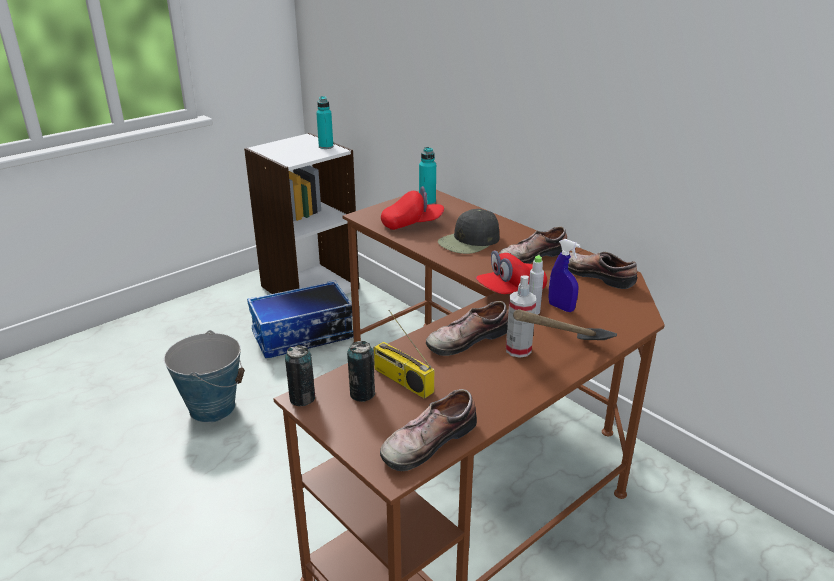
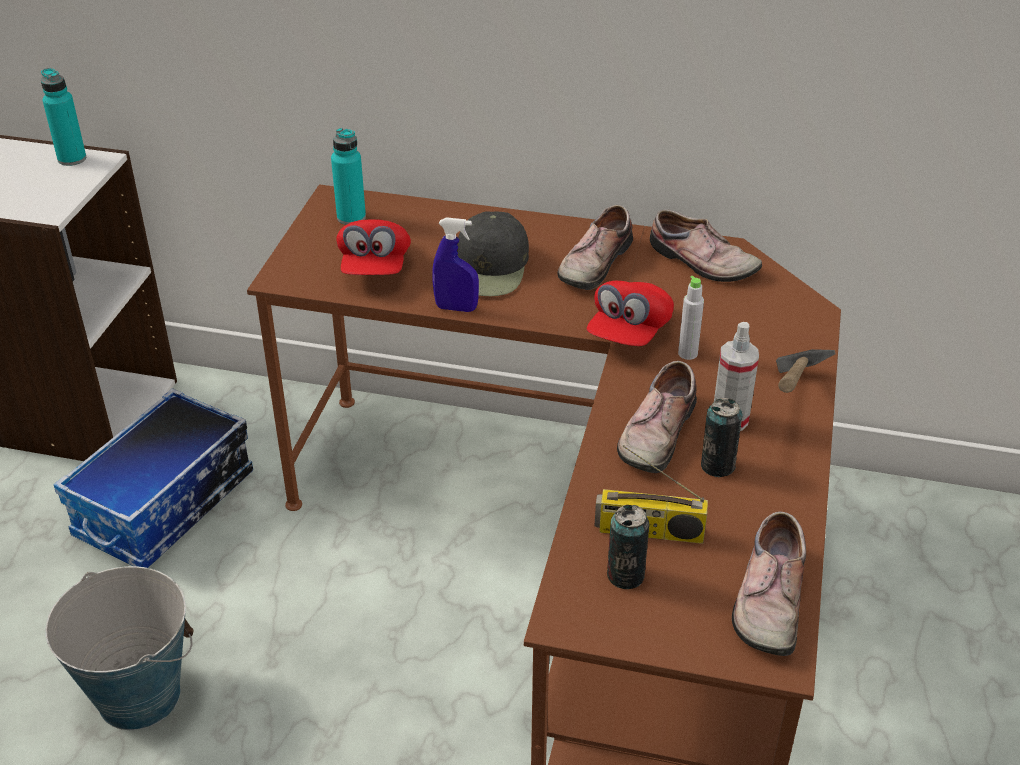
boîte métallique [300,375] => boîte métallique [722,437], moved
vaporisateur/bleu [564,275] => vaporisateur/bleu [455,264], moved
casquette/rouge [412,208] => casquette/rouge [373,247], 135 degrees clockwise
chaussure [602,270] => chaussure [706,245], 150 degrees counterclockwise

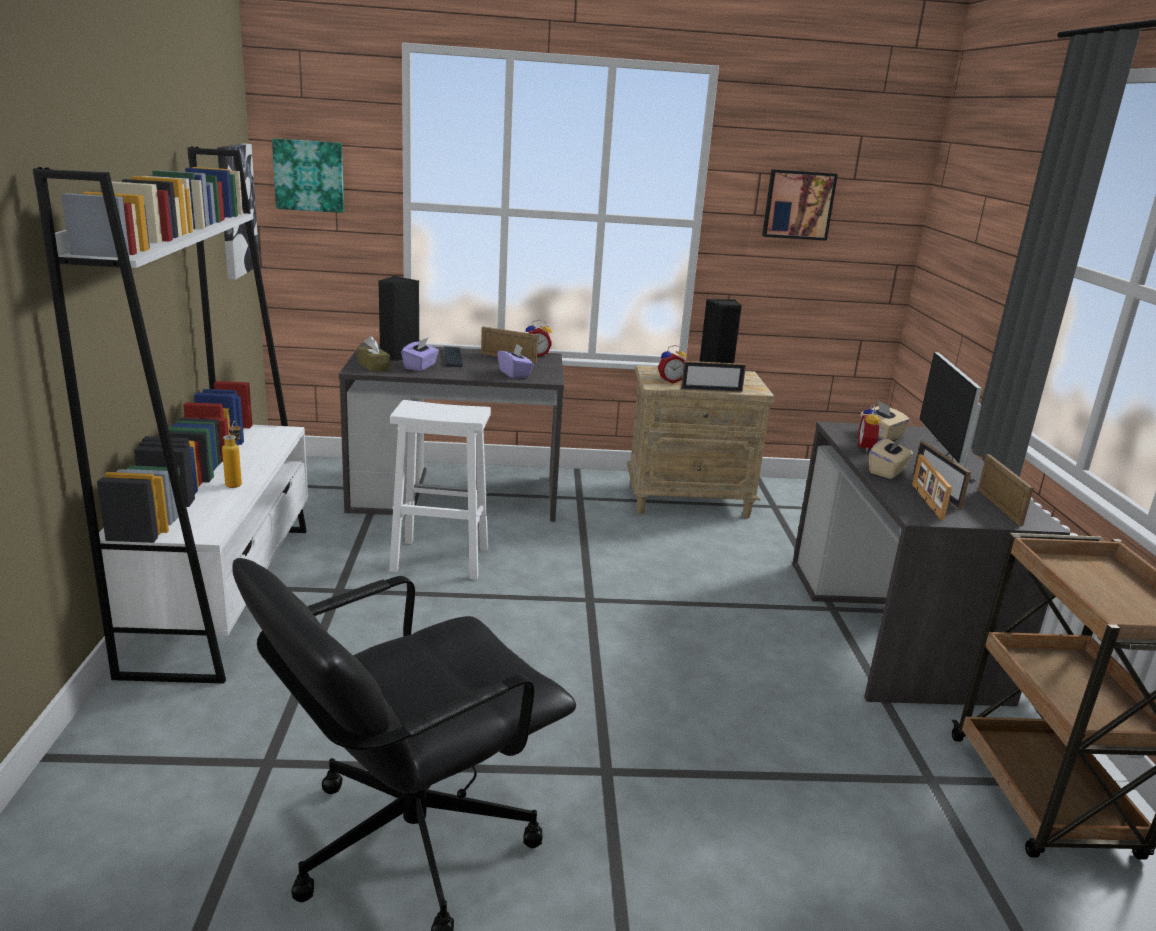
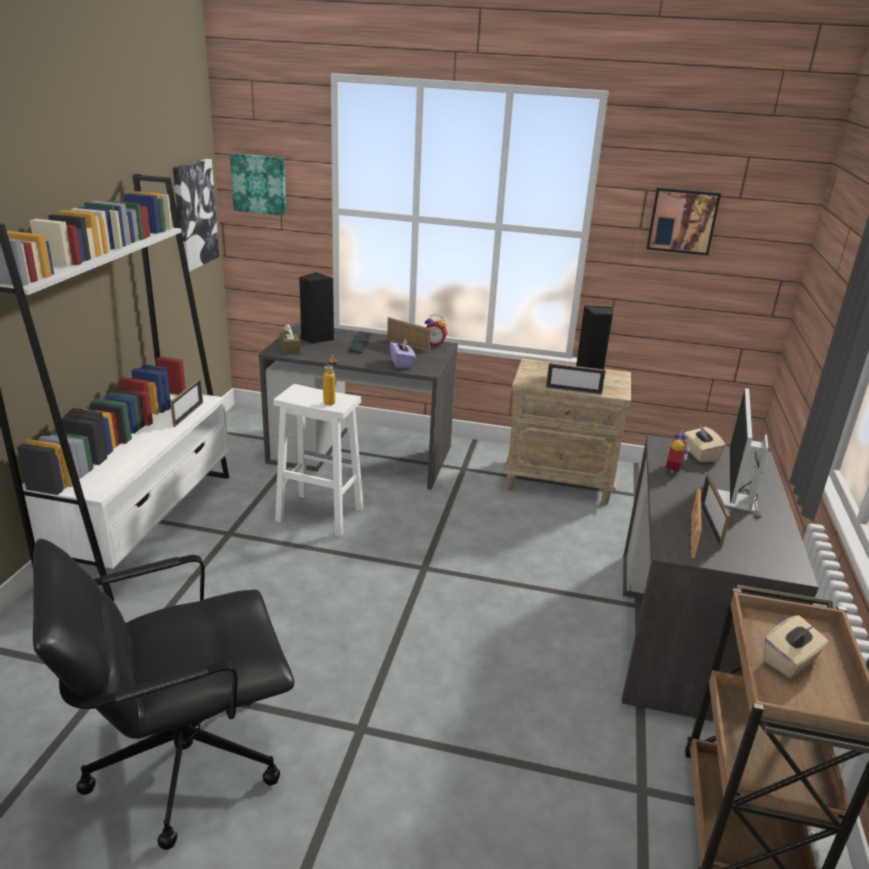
boîte à mouchoirs/violet [420,354] => nothing
réveil [672,364] => nothing
bouteille [232,454] => bouteille [330,380], moved
boîte à mouchoirs/beige [891,458] => boîte à mouchoirs/beige [796,646], moved
cadre photo [1006,490] => cadre photo [186,403], moved

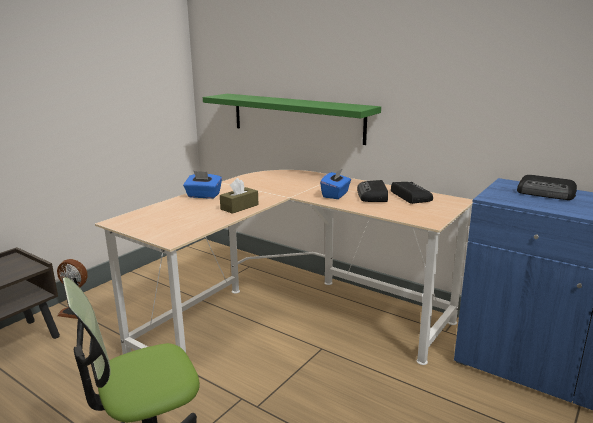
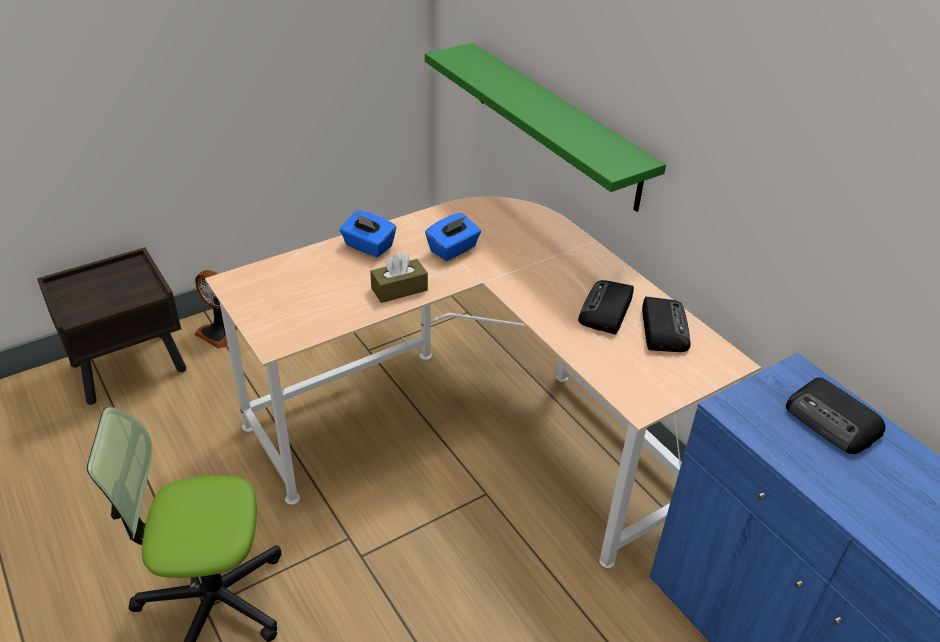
boîte à mouchoirs/bleu [335,183] => boîte à mouchoirs/bleu [453,237], moved

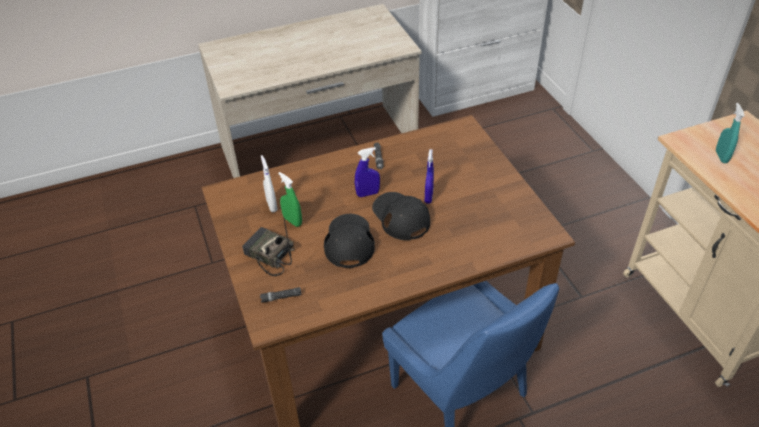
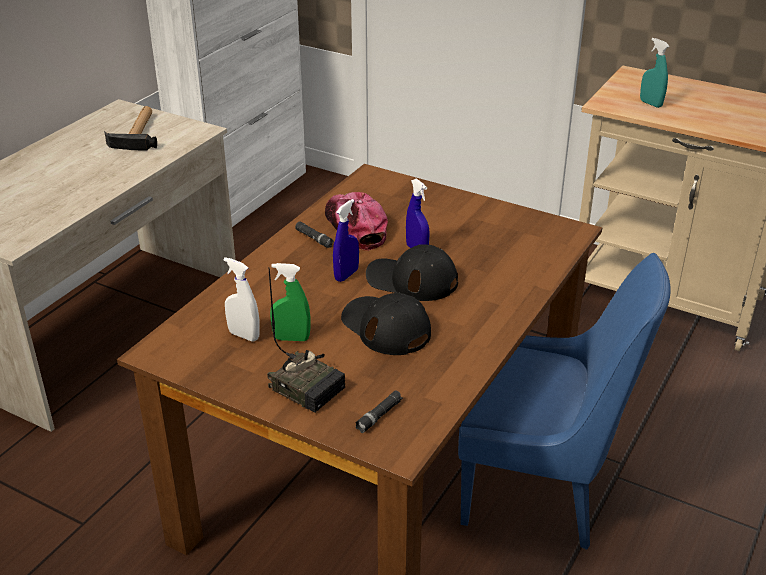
nothing => marteau [130,128]
nothing => casquette [356,221]
radio [268,247] => radio [306,340], 135 degrees counterclockwise

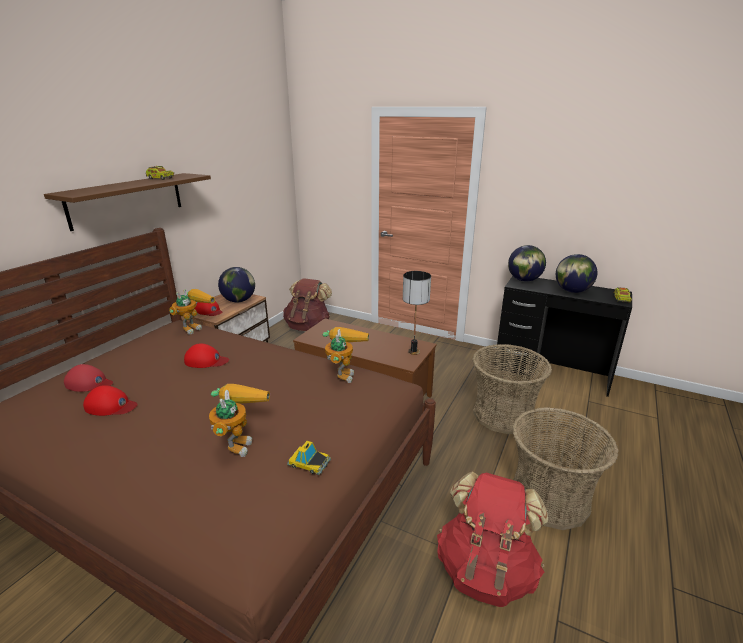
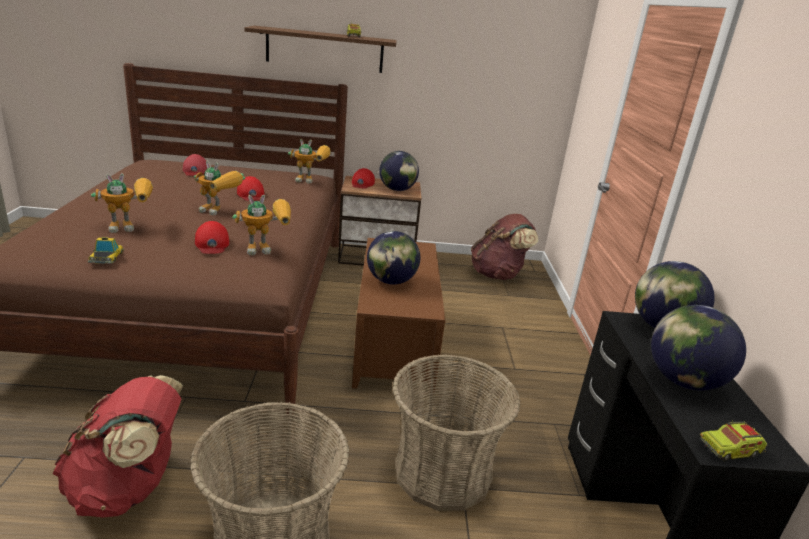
lampe de table [417,313] => nothing
nothing => robot jouet [219,188]
nothing => globe [393,258]
casquette/rouge [110,400] => casquette/rouge [212,237], moved

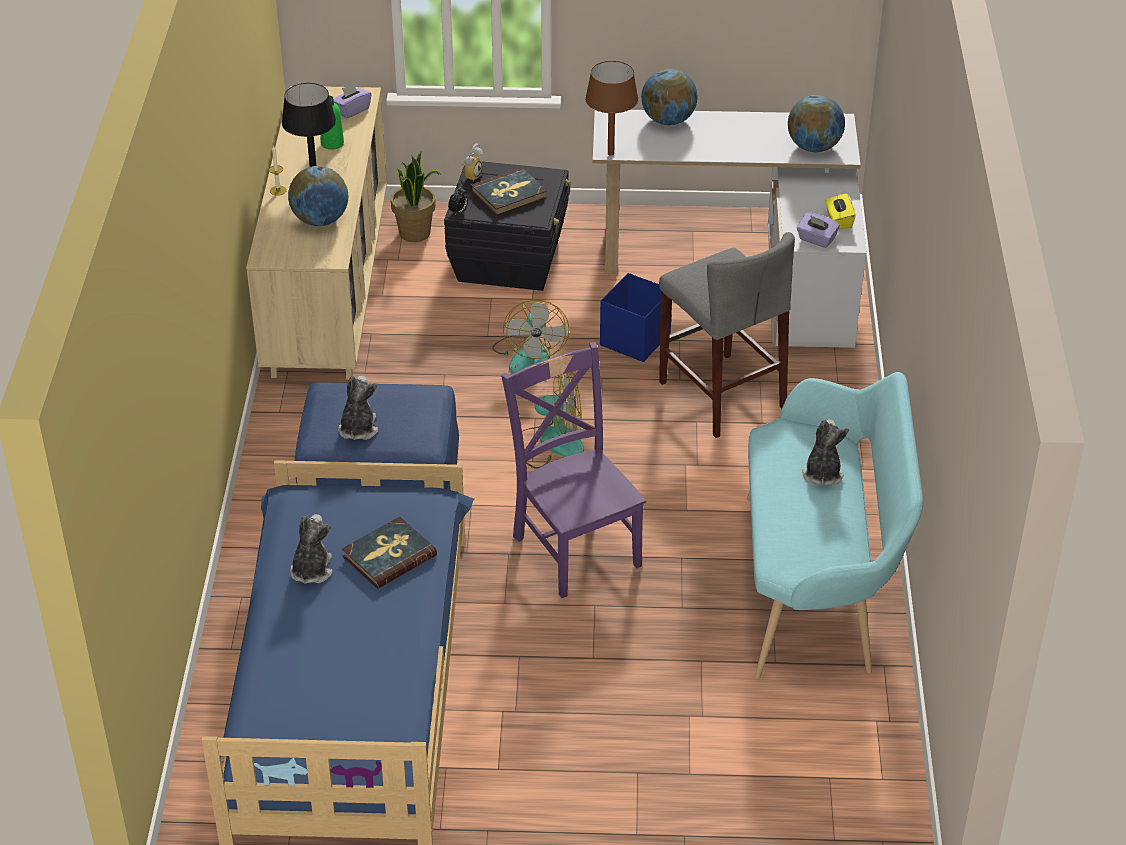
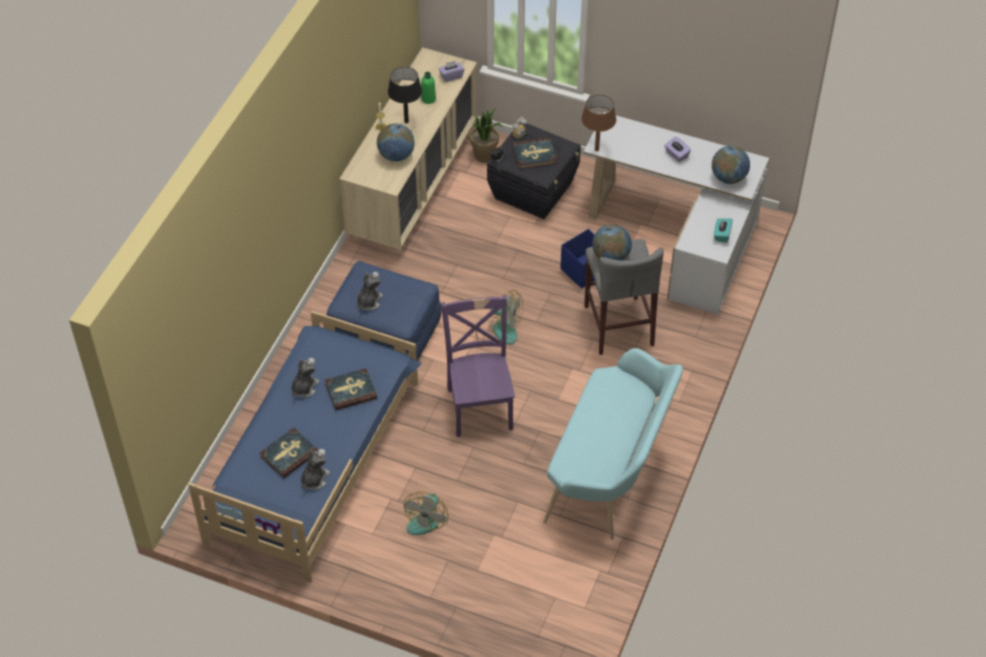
nothing => livre [289,453]
ventilateur [530,337] => ventilateur [426,513], moved
globe [669,97] => globe [612,242], moved
boîte à mouchoirs/violet [818,230] => boîte à mouchoirs/violet [678,149], moved
peluche [825,452] => peluche [315,469], moved
boîte à mouchoirs/jaune [840,211] => boîte à mouchoirs/turquoise [723,230]

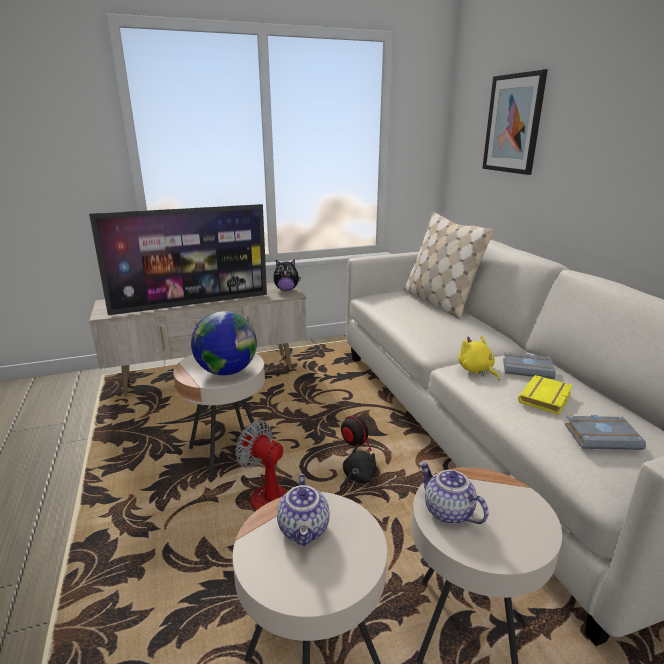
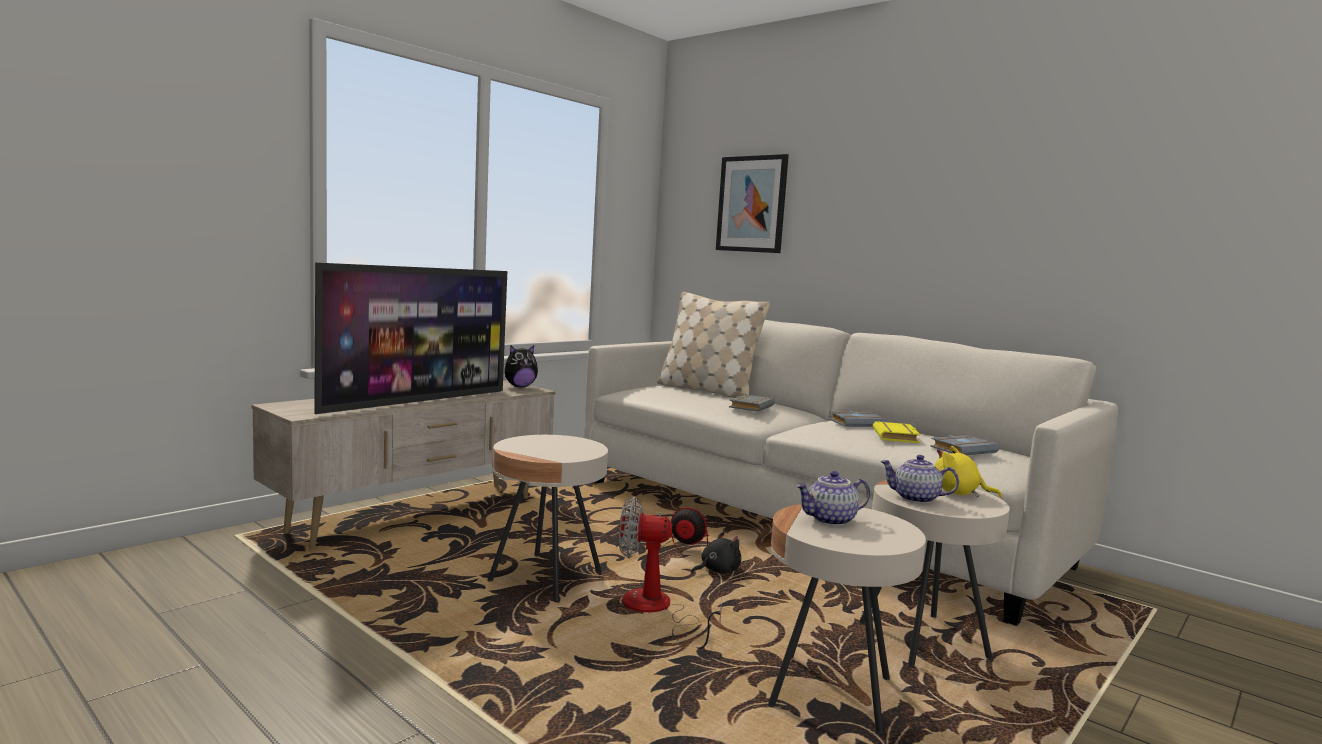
globe [224,343] => nothing
nothing => livre/gris [752,403]
peluche/jaune [479,358] => peluche/jaune [968,472], moved
théière [303,510] => théière [833,498], 105 degrees clockwise
peluche/noir [358,467] => peluche/noir [716,553], 45 degrees clockwise

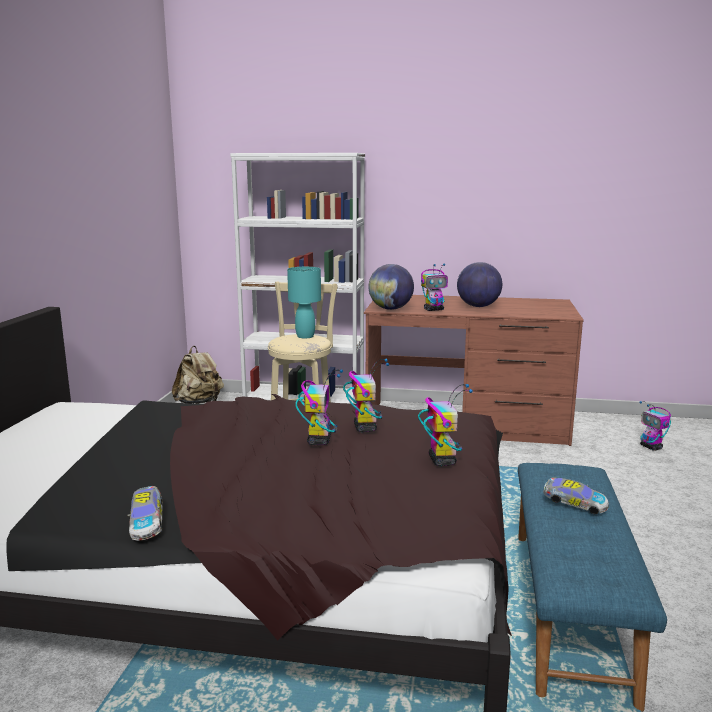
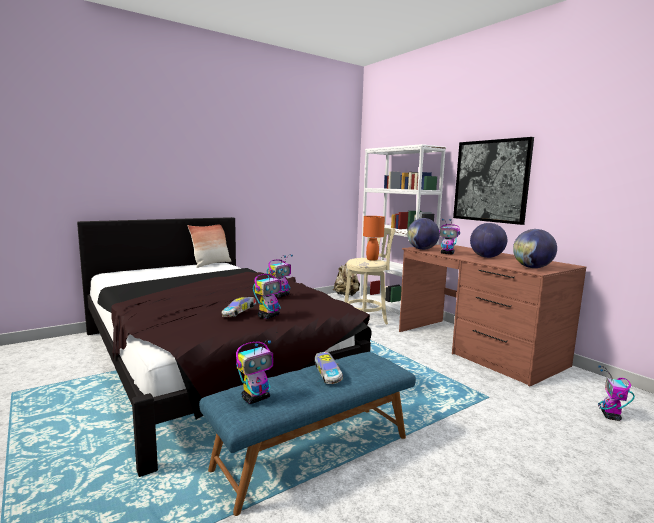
nothing => coussin [209,246]
nothing => tableau [493,181]
nothing => globe [535,248]
petite voiture [145,513] => petite voiture [239,307], moved
robot jouet [319,407] => robot jouet [254,372], moved
lampe de table/turquoise [304,302] => lampe de table/orange [374,238]

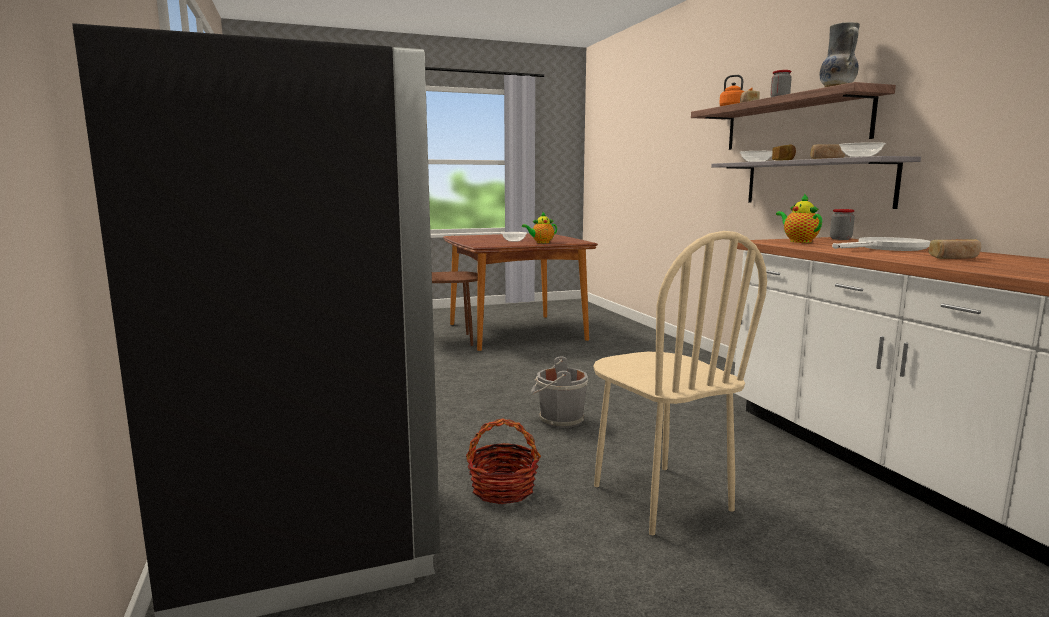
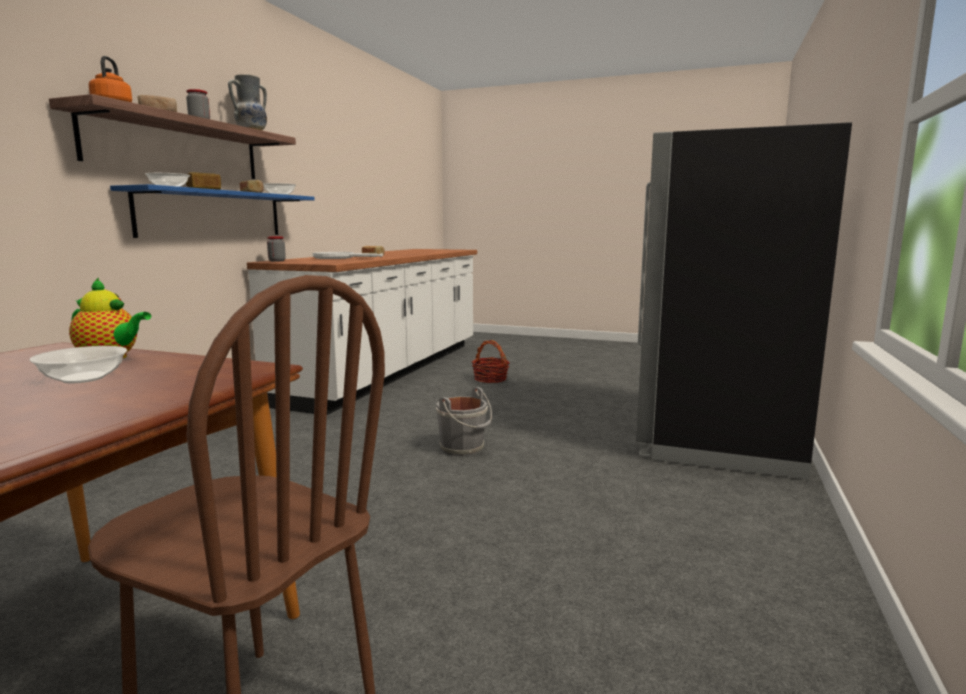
chaise/beige [680,383] => nothing
théière [799,218] => nothing
panier [503,461] => panier [491,361], moved
étagère/gris [816,182] => étagère/bleu [212,211]

